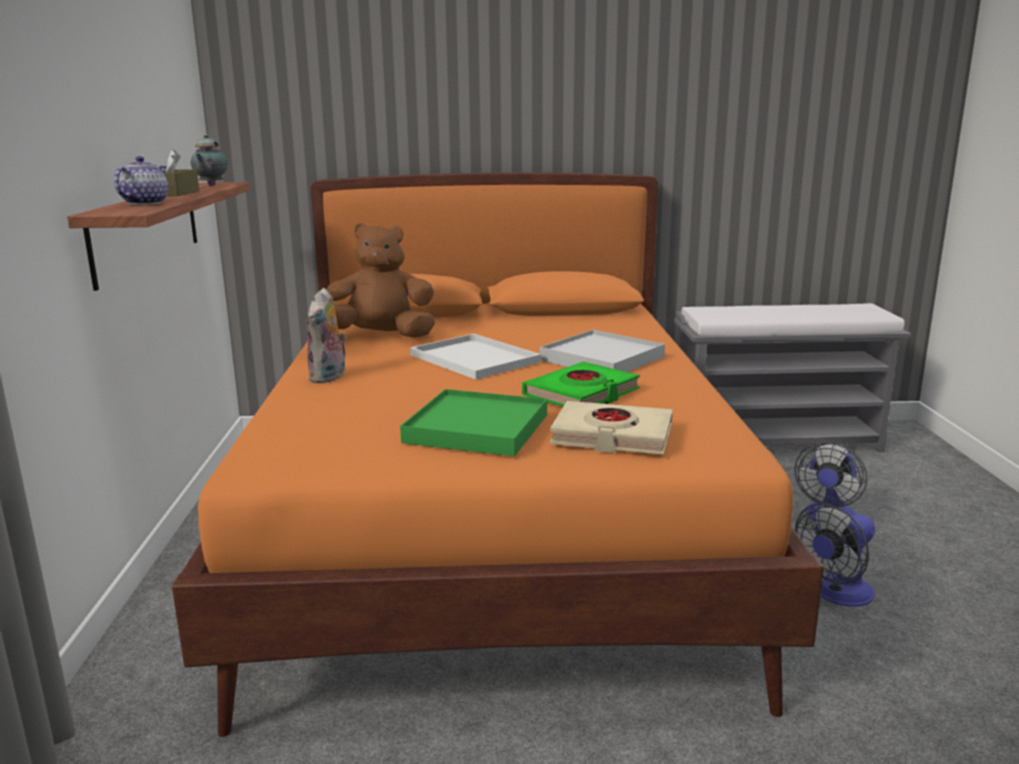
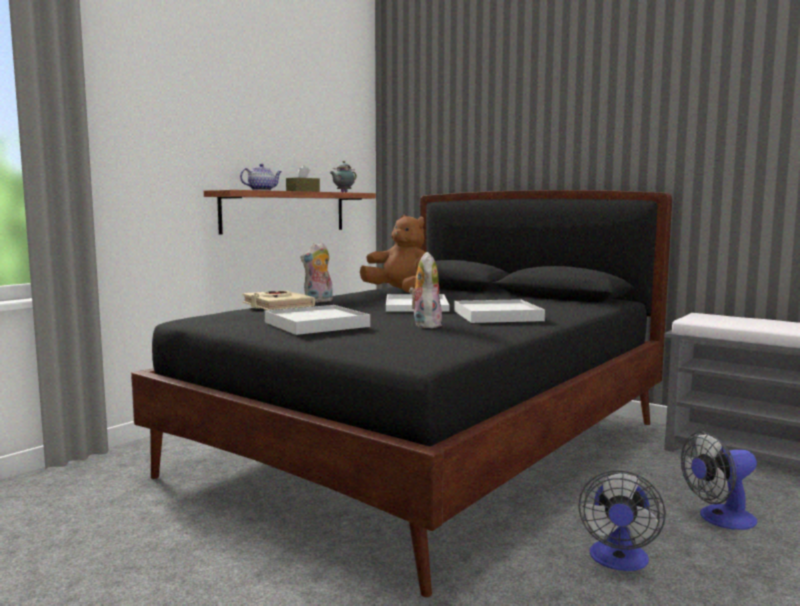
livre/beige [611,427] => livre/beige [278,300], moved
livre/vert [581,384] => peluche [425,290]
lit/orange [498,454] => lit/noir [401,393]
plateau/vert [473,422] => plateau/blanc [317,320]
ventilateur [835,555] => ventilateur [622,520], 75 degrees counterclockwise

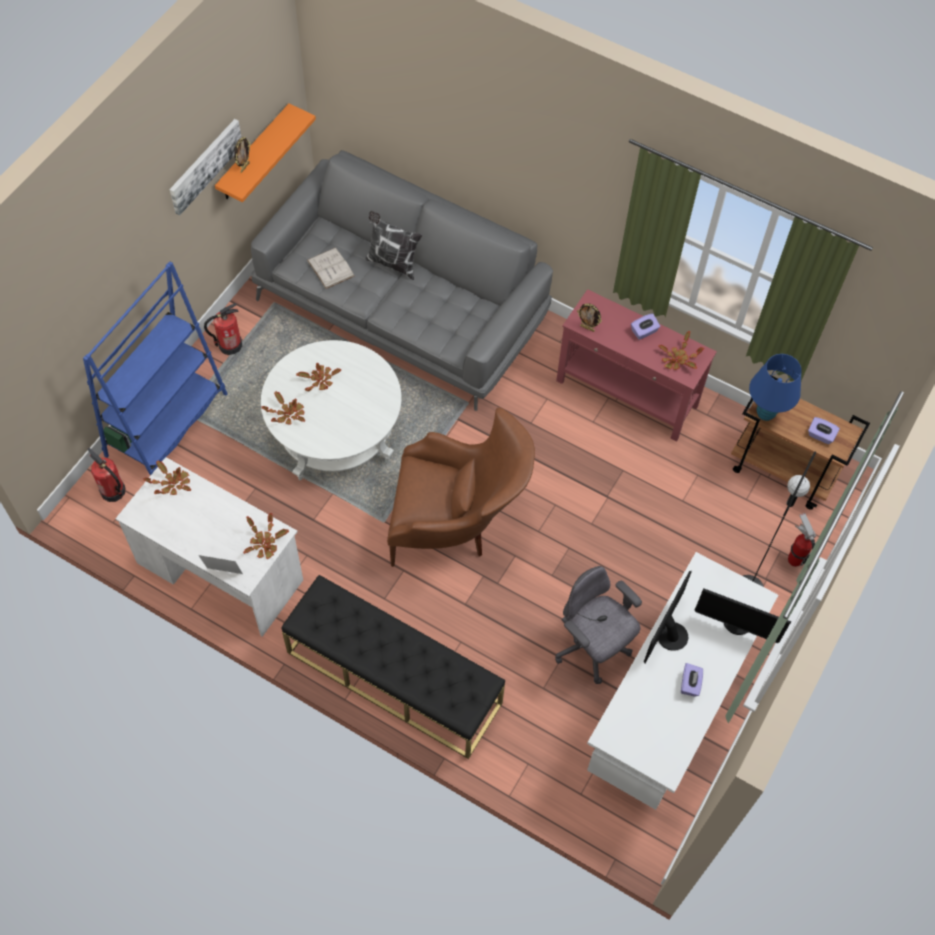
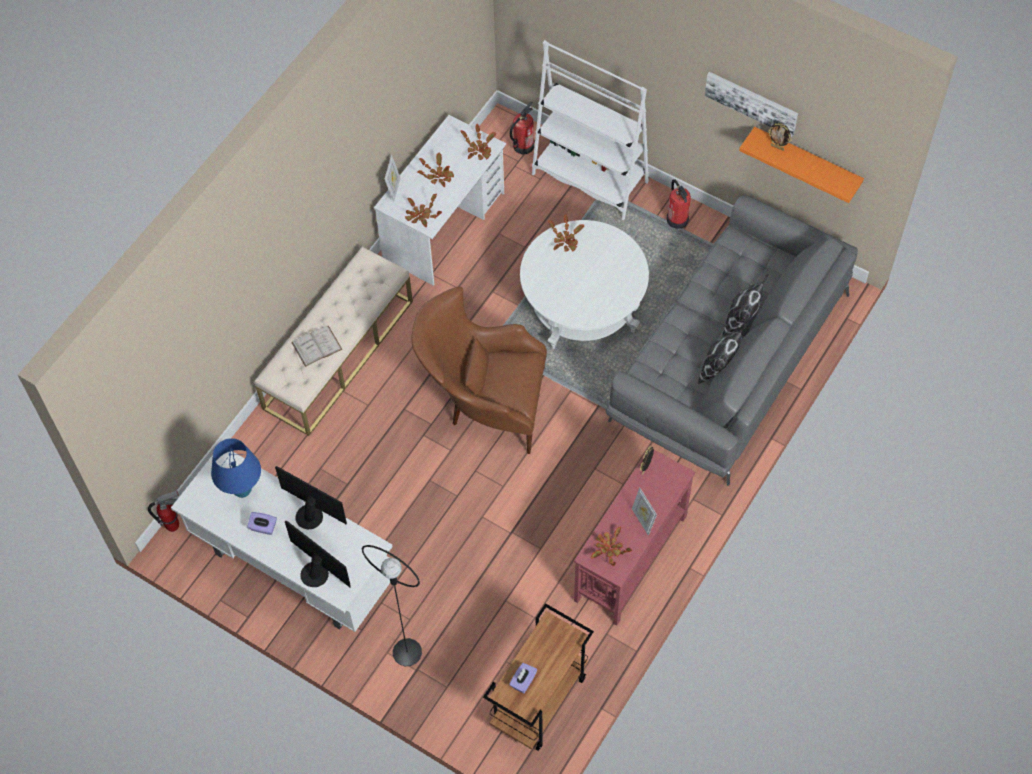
chaise de bureau/gris [598,625] => nothing
nothing => coussin [723,353]
plante en pot [318,377] => plante en pot [435,170], moved
livre/blanc [331,268] => livre/blanc [316,346], moved
lampe de table/bleu [775,387] => lampe de table/bleu [236,468], moved
extincteur [802,540] => extincteur [163,511], moved
boîte à mouchoirs/violet [645,326] => cadre photo [644,511]
bibliothèque/bleu [155,369] => bibliothèque/blanc [590,130]
banc/noir [393,667] => banc/beige [334,341]
fauteuil/marron [461,487] => fauteuil/marron [479,370], 90 degrees clockwise
écran d'ordinateur [743,615] => écran d'ordinateur [318,554], 105 degrees clockwise

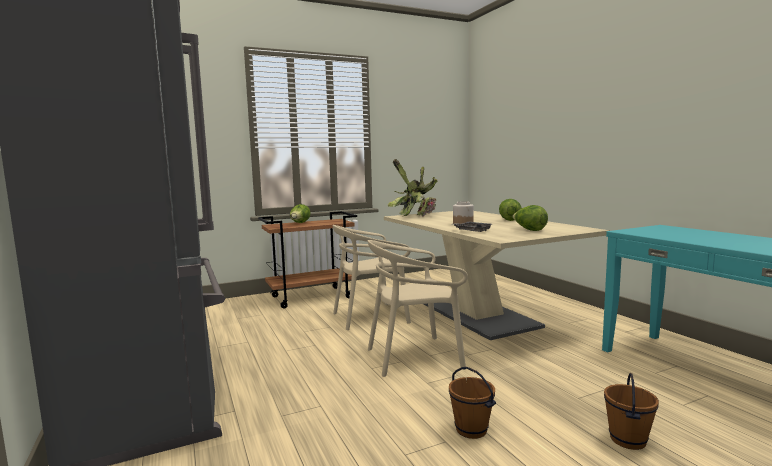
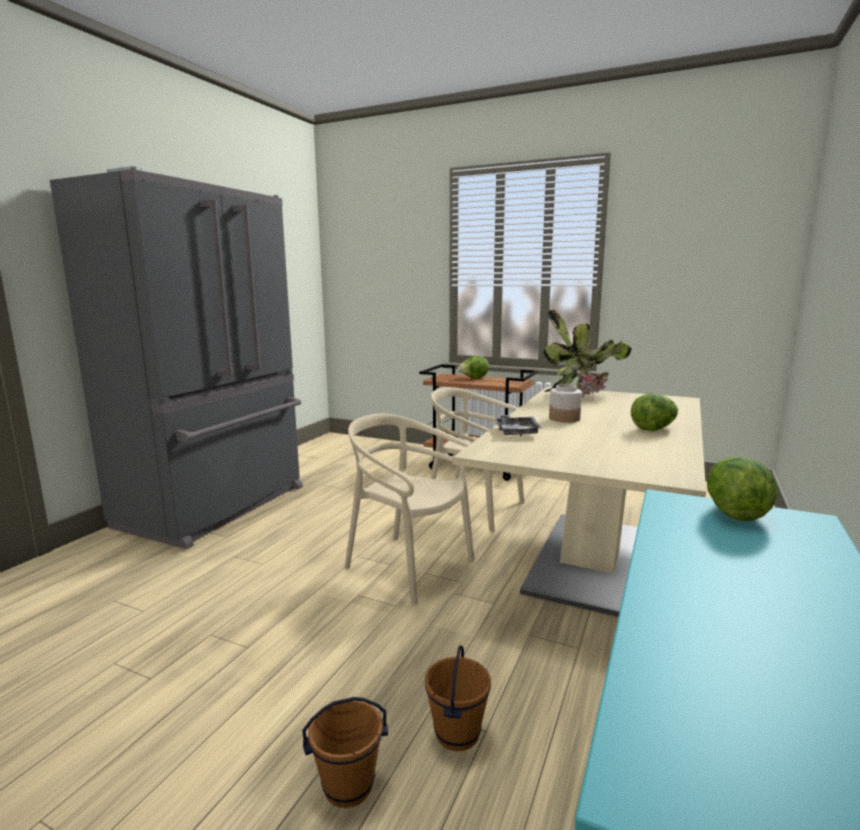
seau/marron [472,403] => seau/marron [458,698], moved
laitue [530,218] => laitue [742,489], moved

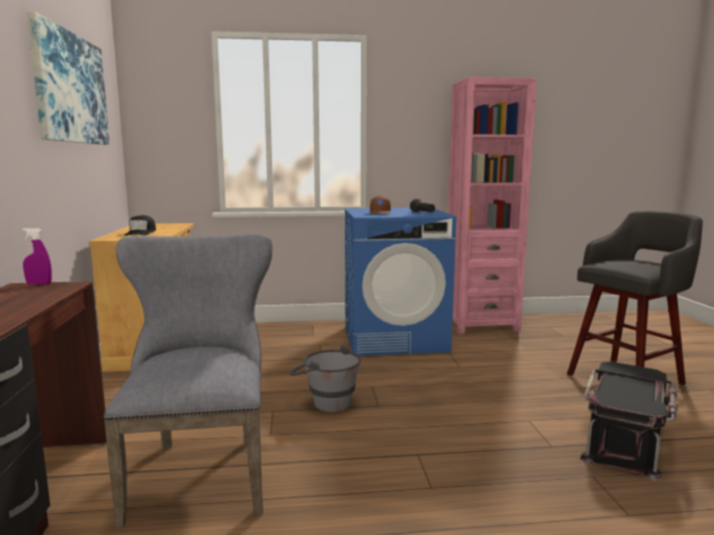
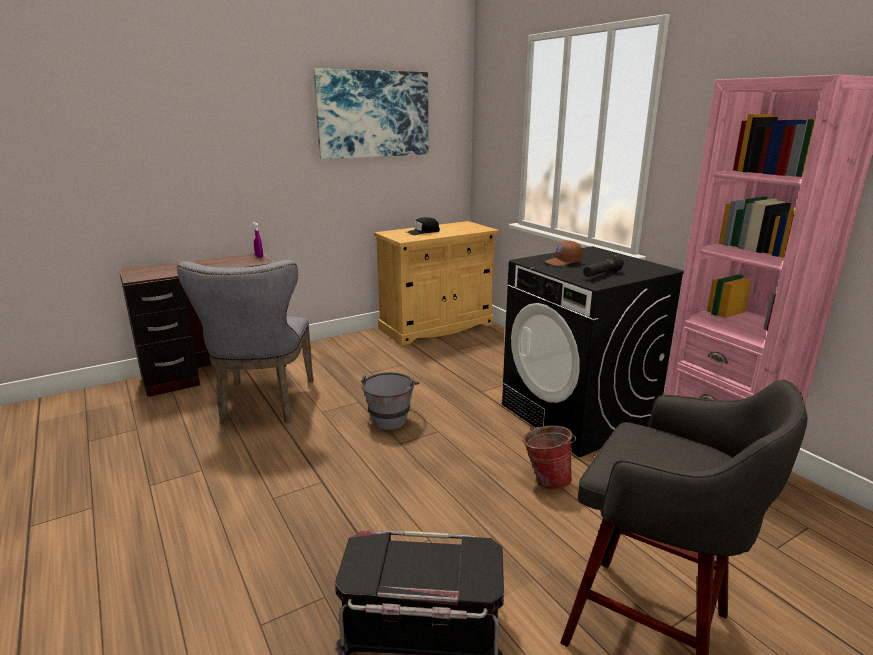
nothing => seau [549,458]
lave-linge/bleu [400,282] => lave-linge/noir [593,351]
chaise/gris [188,381] => chaise/gris [245,342], 120 degrees clockwise

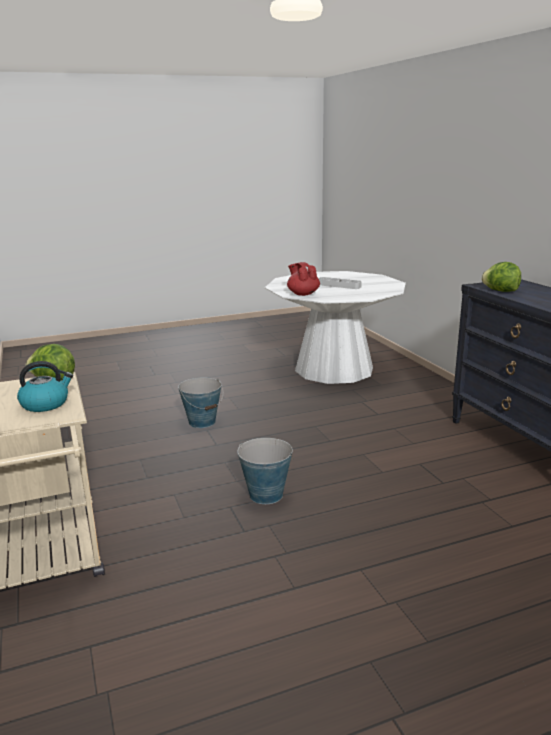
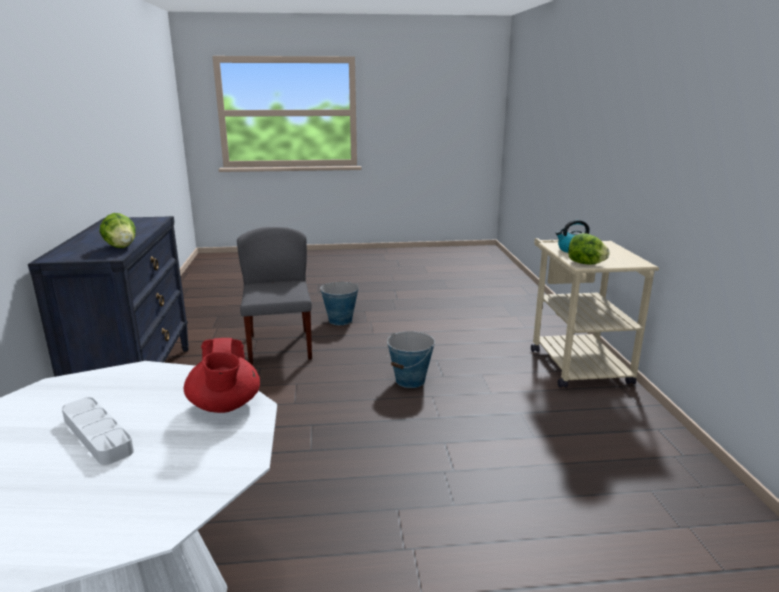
nothing => chaise/gris [274,296]
seau [200,402] => seau [339,303], moved

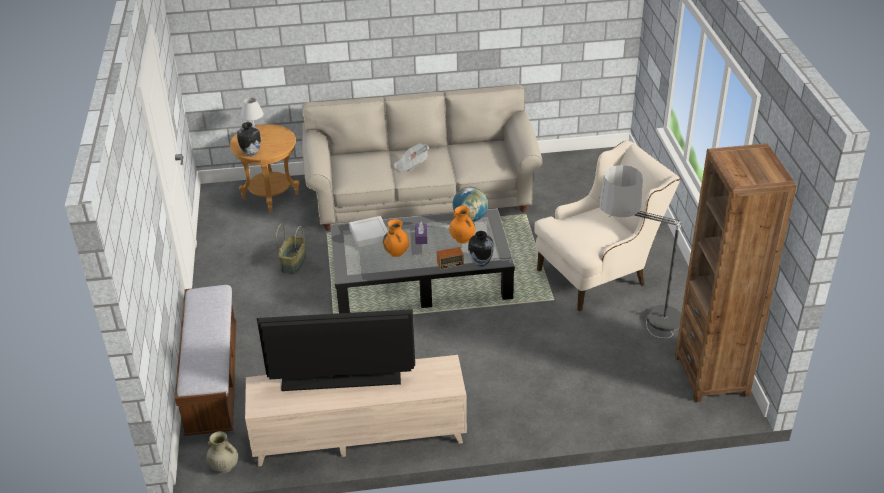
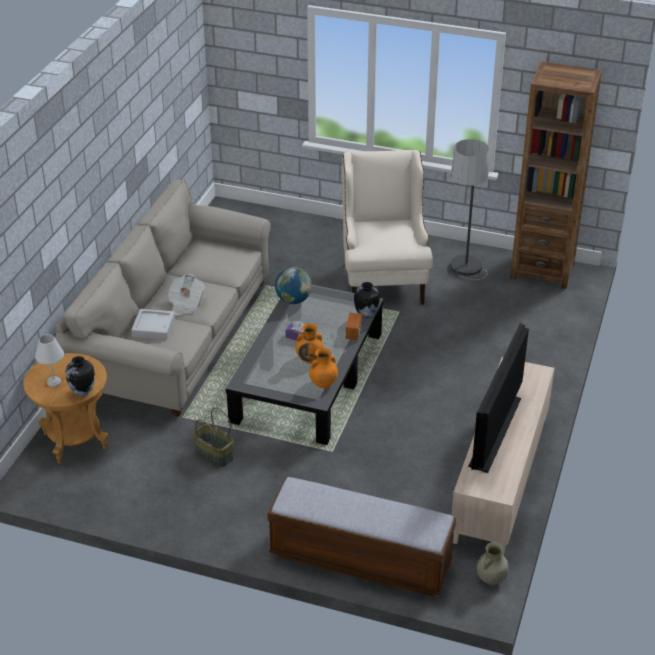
plateau/gris [368,231] => plateau/gris [153,324], moved
vase/orange [462,225] => vase/orange [323,368], moved

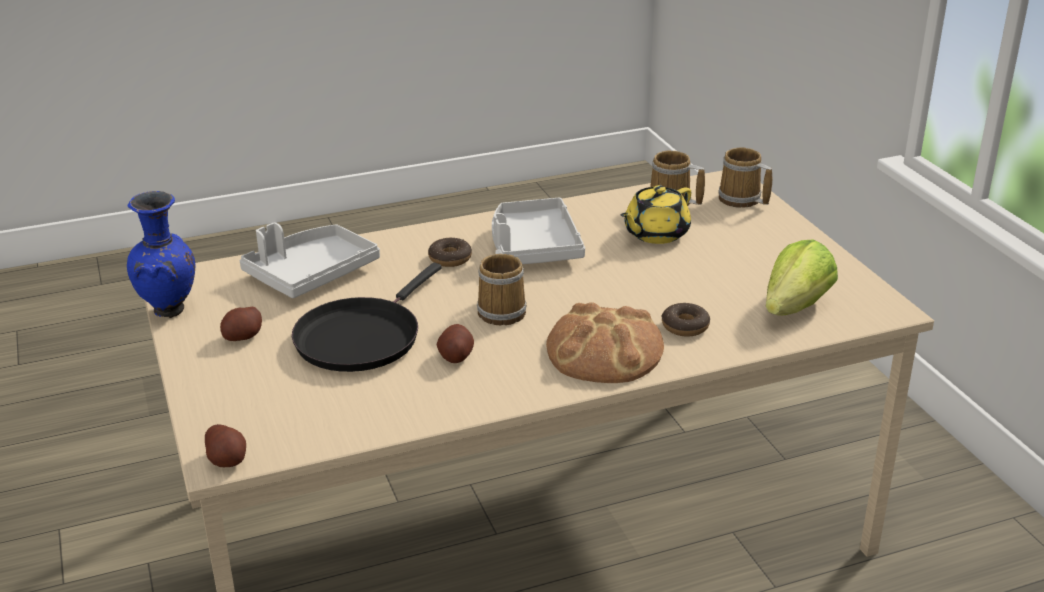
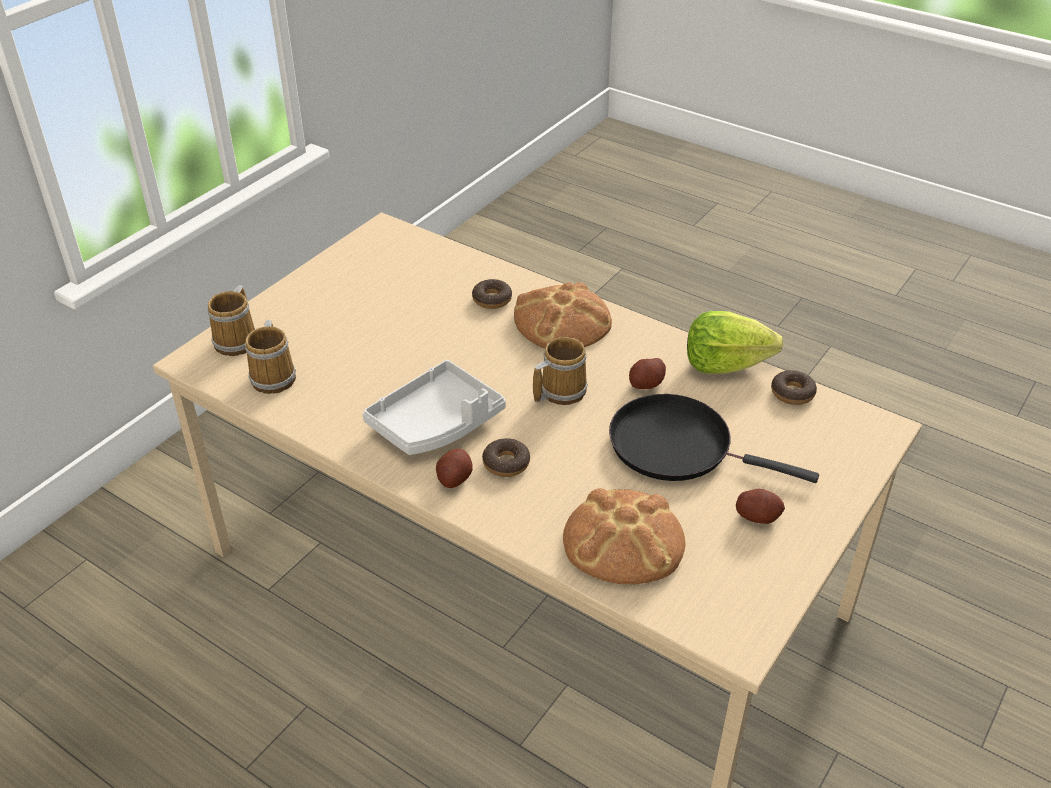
vase/bleu [161,254] => nothing
théière/jaune [656,214] => nothing
nothing => beignet [794,387]
pomme de terre [225,445] => pomme de terre [454,468], moved
laitue [801,277] => laitue [735,342], moved
plateau/gris [310,260] => pain [624,536]
poêle/noir [367,317] => poêle/noir [714,438], 150 degrees counterclockwise

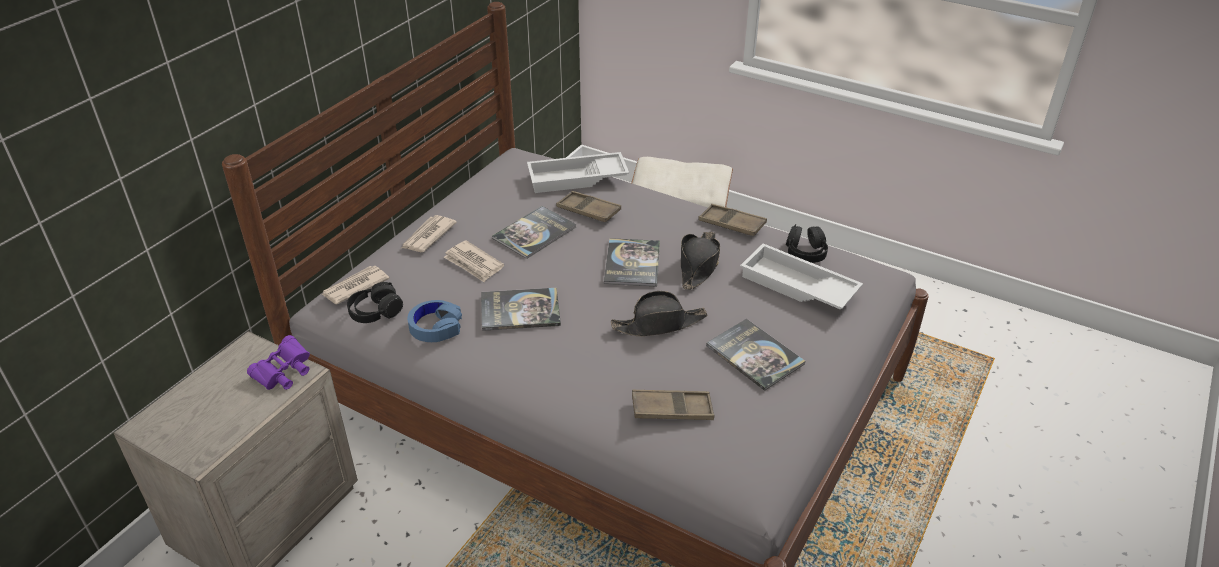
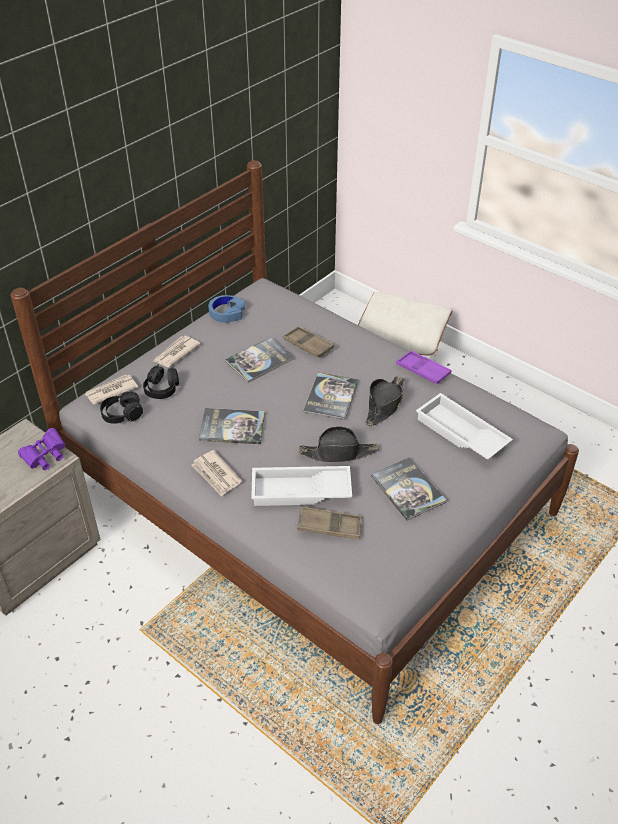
casque audio/bleu [434,321] => casque audio/bleu [226,309], moved
journal [474,261] => journal [216,473], moved
plateau/blanc [578,172] => plateau/blanc [301,486], moved
casque audio/noir [807,243] => casque audio/noir [161,382], moved
plateau/marron [732,220] => plateau/violet [423,367]

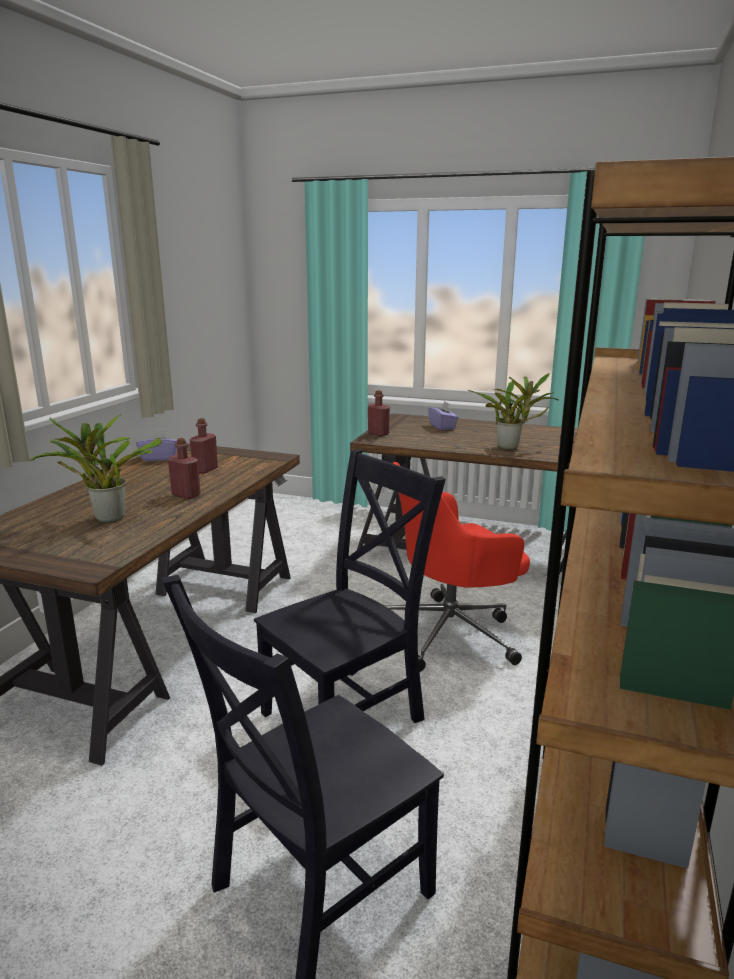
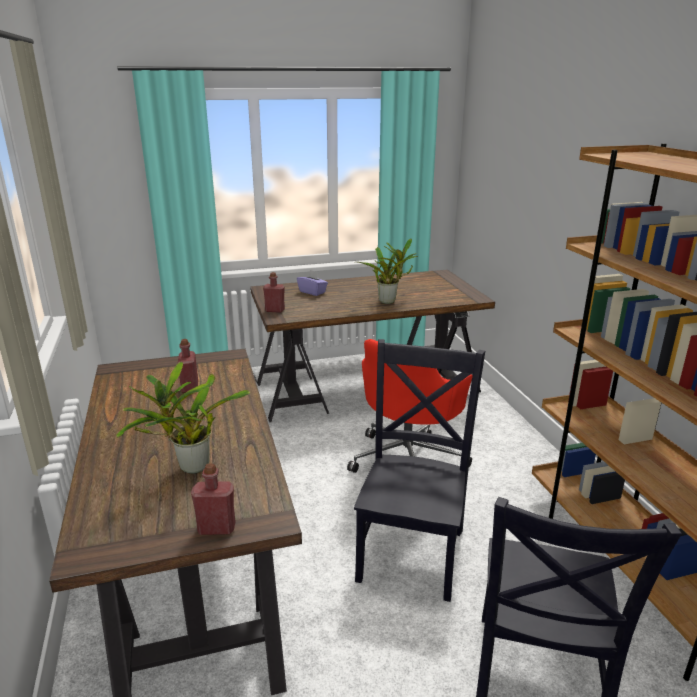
boîte à mouchoirs/violet [156,444] => nothing
bouteille/rouge [184,468] => bouteille/rouge [213,499], moved

